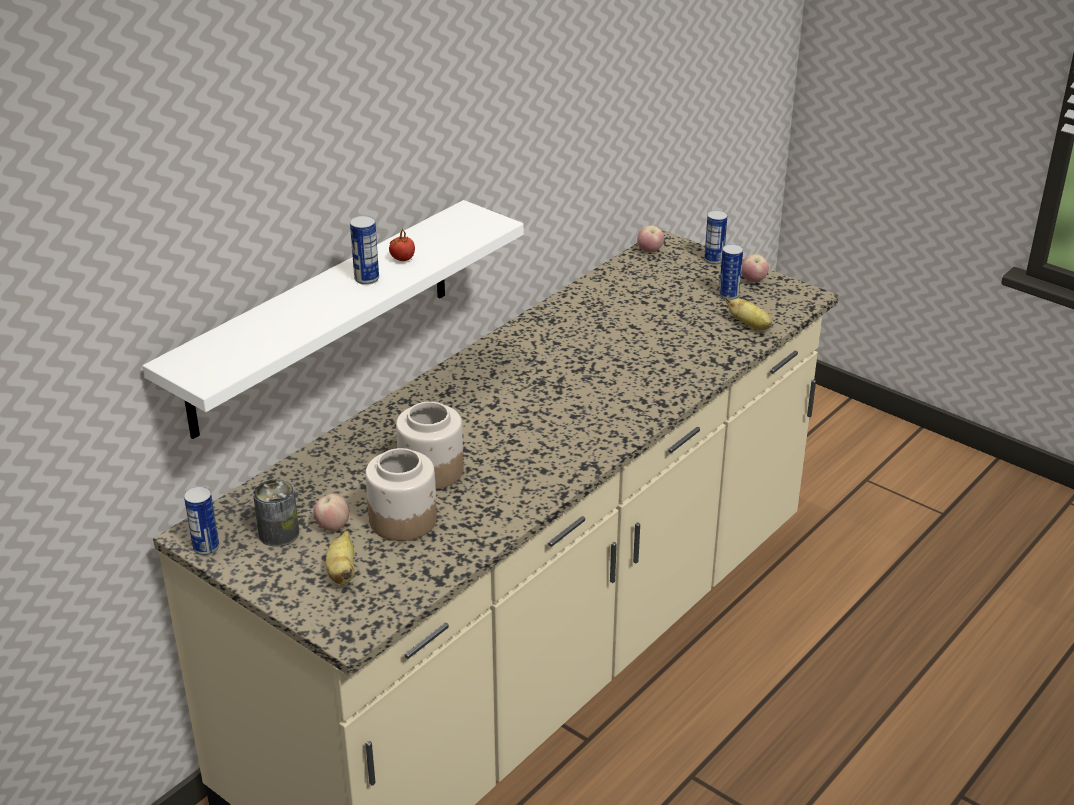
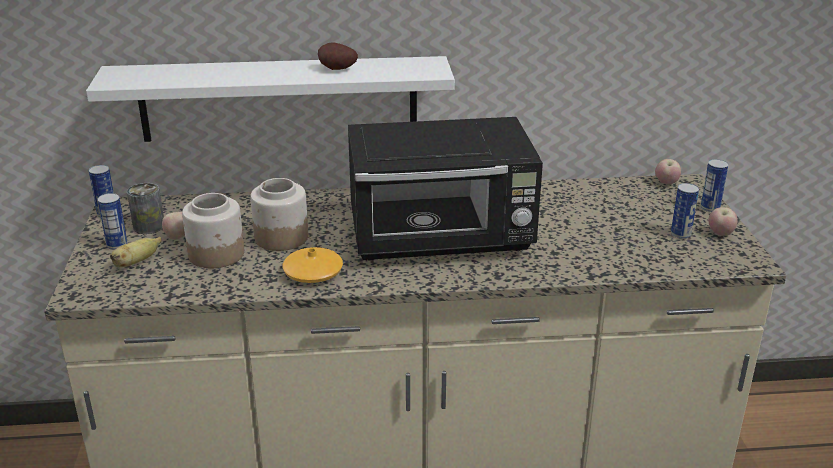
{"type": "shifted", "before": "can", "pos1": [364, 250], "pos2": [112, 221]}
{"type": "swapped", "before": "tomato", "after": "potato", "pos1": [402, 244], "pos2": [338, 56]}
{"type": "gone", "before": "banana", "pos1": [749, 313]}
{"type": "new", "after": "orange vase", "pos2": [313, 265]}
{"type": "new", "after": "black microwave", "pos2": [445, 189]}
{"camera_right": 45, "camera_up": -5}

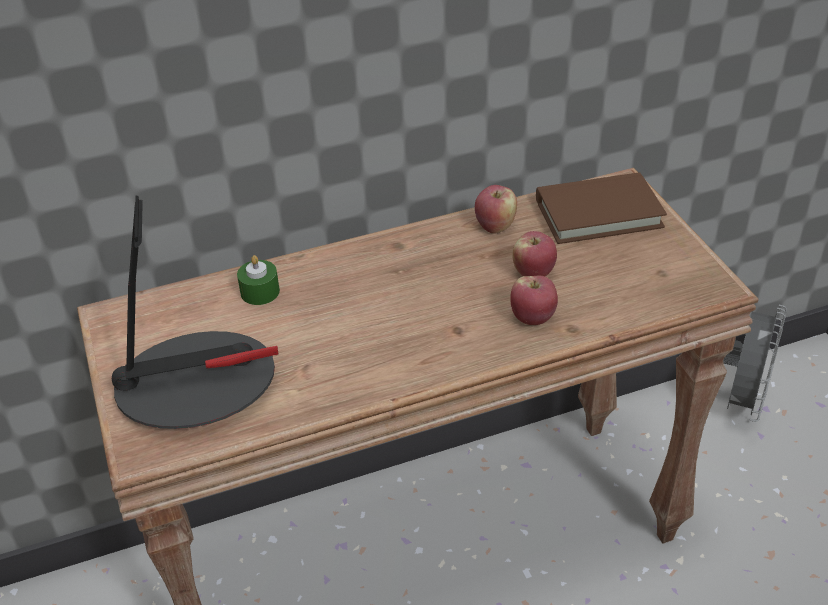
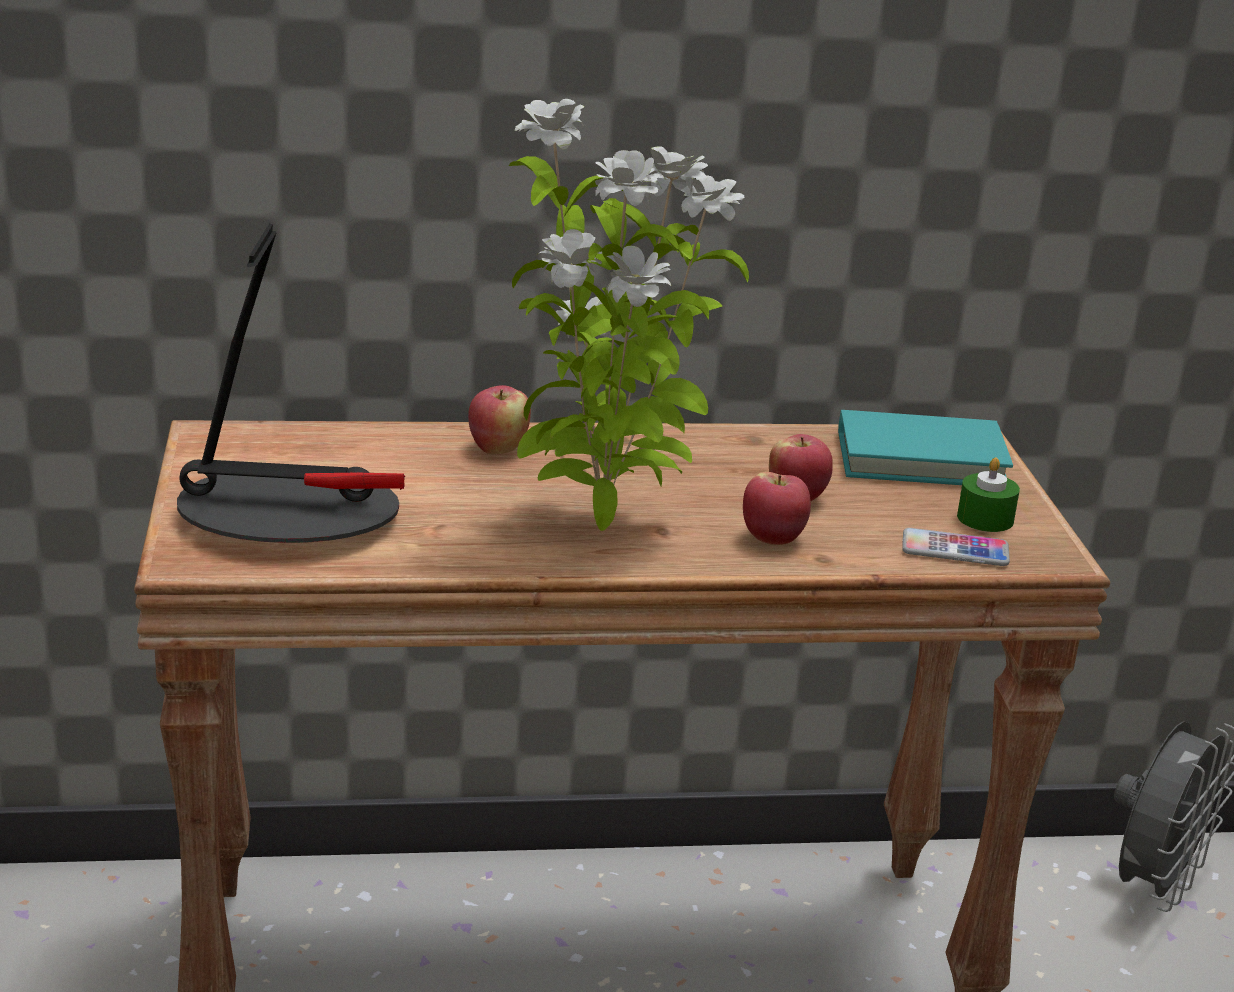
{"type": "shifted", "before": "green candle", "pos1": [258, 280], "pos2": [988, 494]}
{"type": "shifted", "before": "apple", "pos1": [496, 209], "pos2": [499, 420]}
{"type": "repainted", "before": "brown book", "after": "turquoise book", "pos1": [601, 208], "pos2": [925, 447]}
{"type": "new", "after": "potted plant", "pos2": [629, 315]}
{"type": "new", "after": "phone", "pos2": [956, 547]}
{"camera_right": 10, "camera_up": -15}

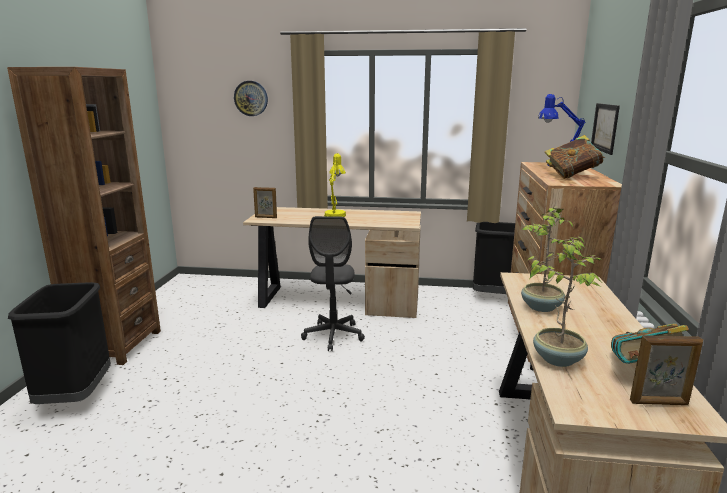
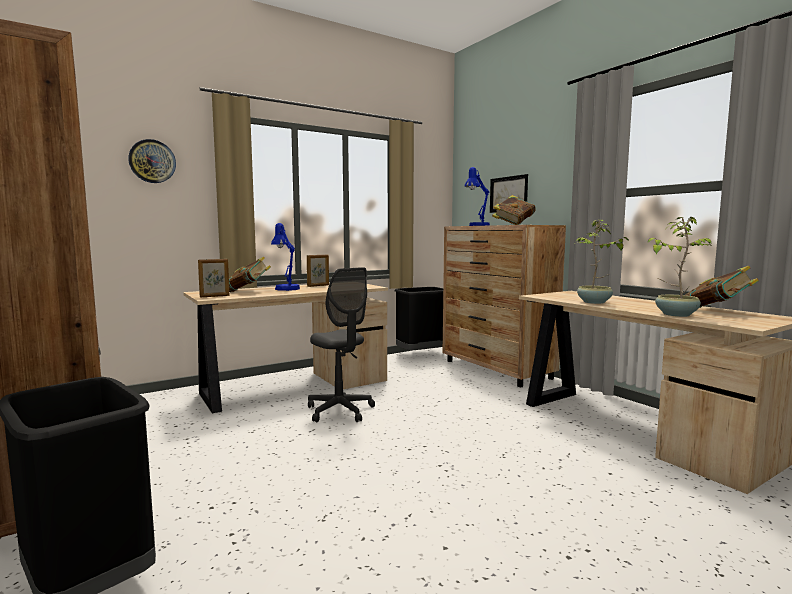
{"type": "repainted", "before": "yellow table lamp", "after": "blue table lamp", "pos1": [335, 185], "pos2": [285, 257]}
{"type": "shifted", "before": "picture frame", "pos1": [666, 370], "pos2": [318, 271]}
{"type": "new", "after": "book", "pos2": [250, 274]}
{"camera_right": -40, "camera_up": -10}

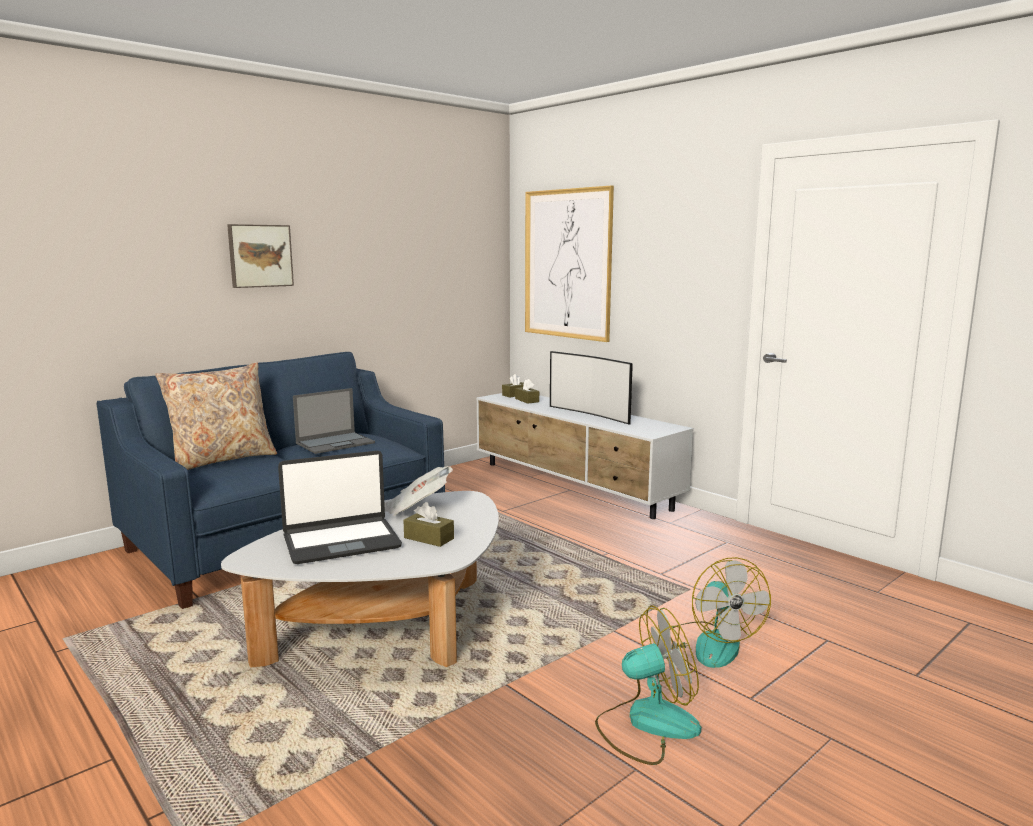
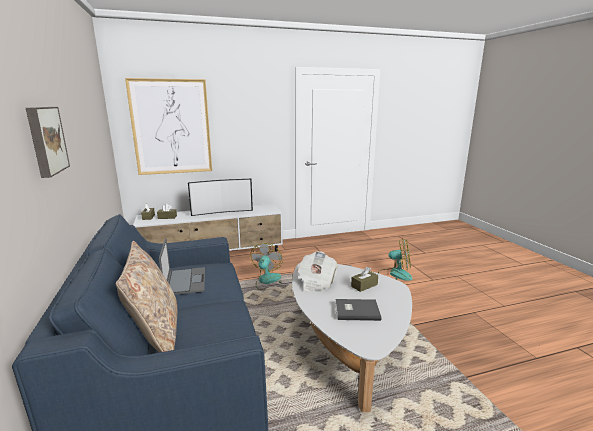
{"type": "swapped", "before": "laptop", "after": "grey book", "pos1": [340, 507], "pos2": [358, 310]}
{"type": "shifted", "before": "fan", "pos1": [648, 685], "pos2": [268, 266]}
{"camera_right": -65, "camera_up": 5}

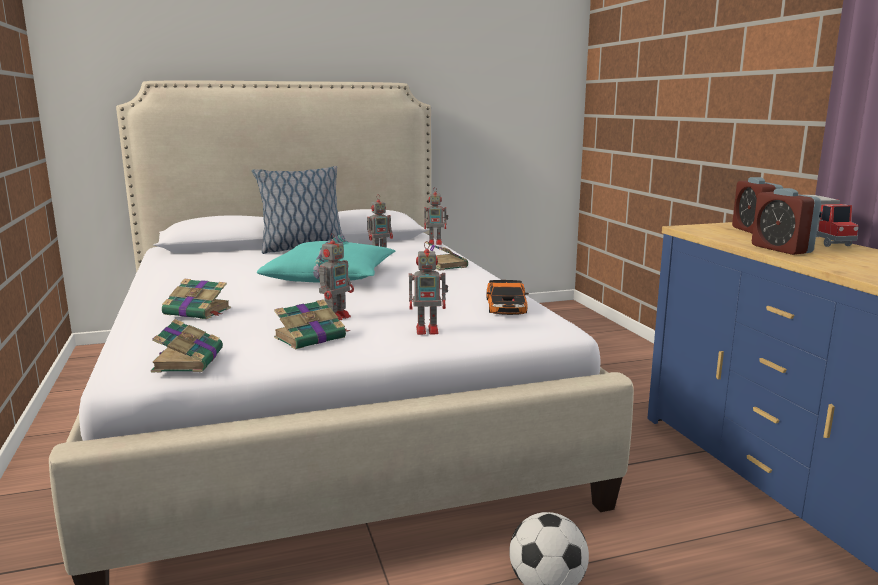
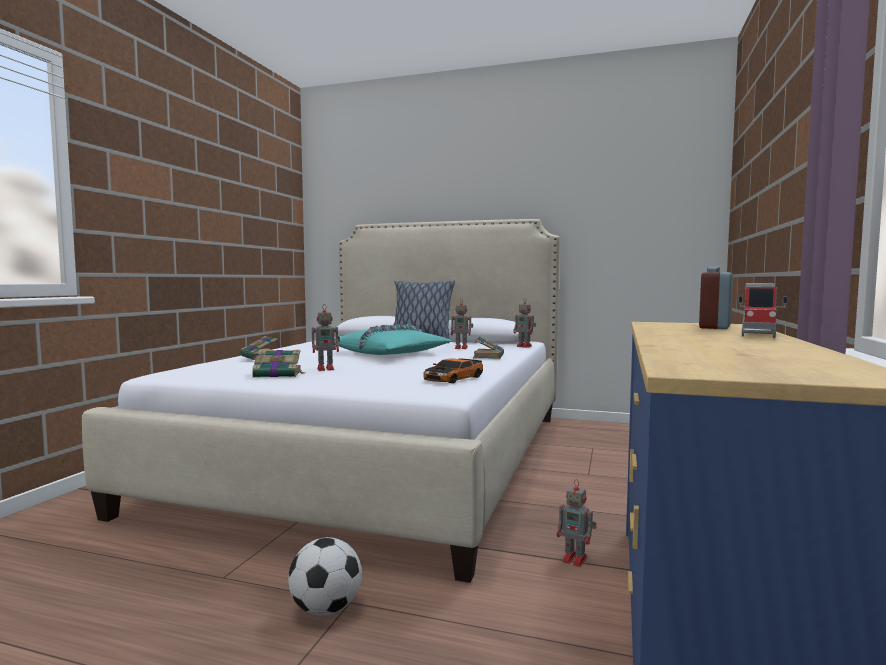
{"type": "gone", "before": "book", "pos1": [187, 345]}
{"type": "shifted", "before": "toy robot", "pos1": [428, 288], "pos2": [577, 523]}
{"type": "gone", "before": "alarm clock", "pos1": [786, 221]}
{"camera_right": 35, "camera_up": -10}

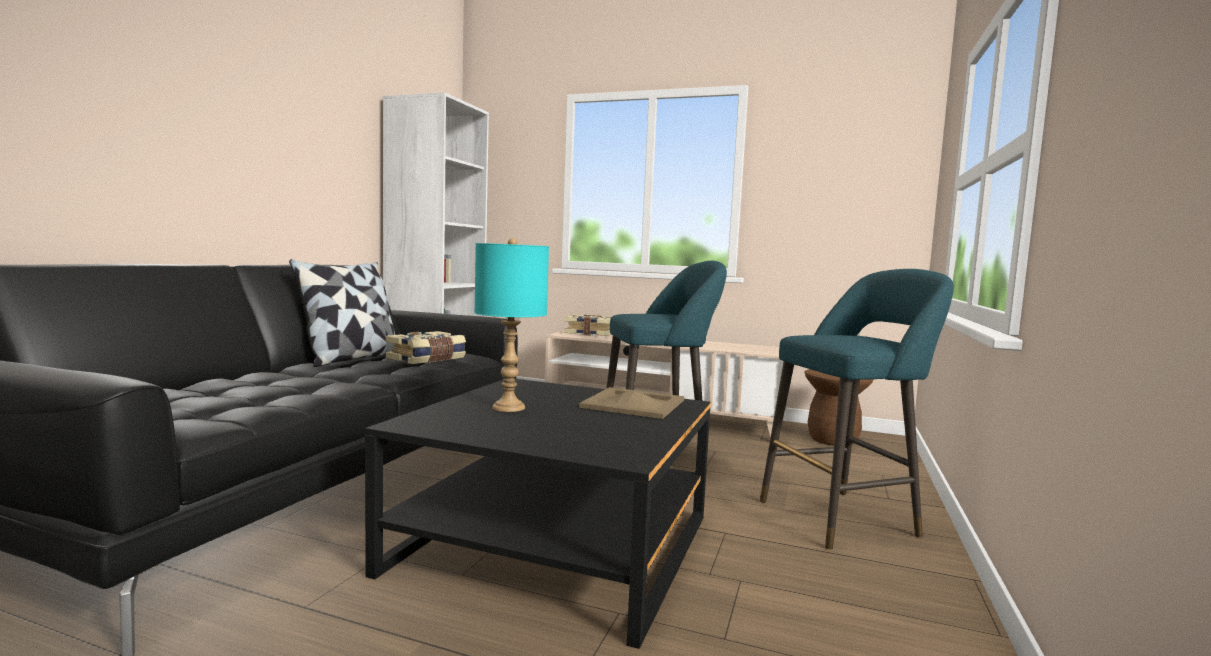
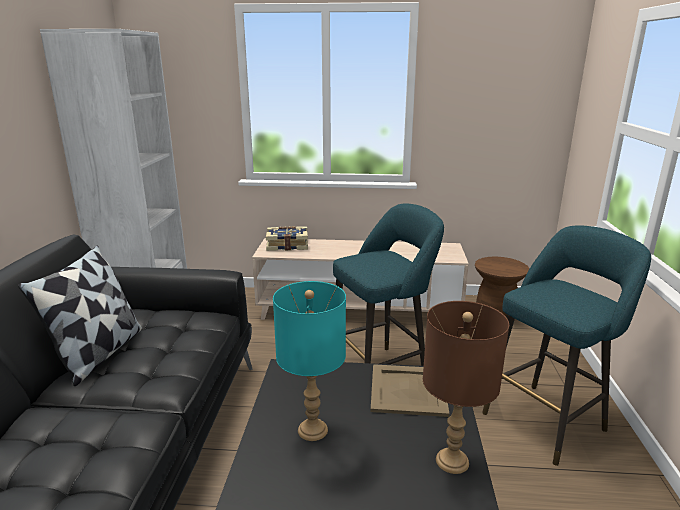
{"type": "gone", "before": "book", "pos1": [426, 347]}
{"type": "new", "after": "brown table lamp", "pos2": [466, 387]}
{"camera_right": -15, "camera_up": 15}

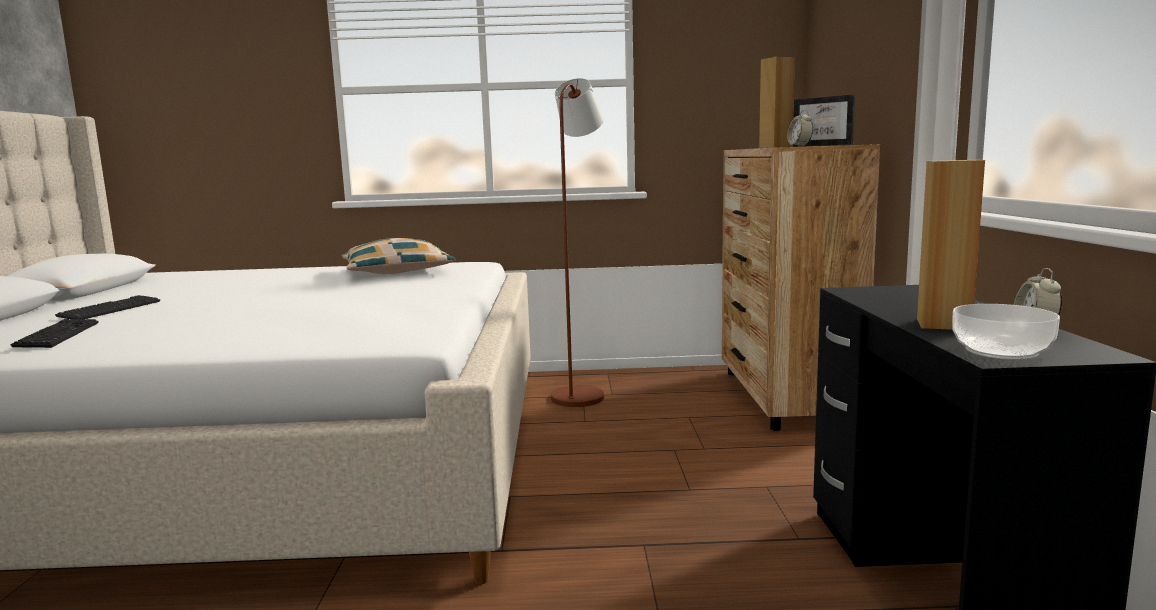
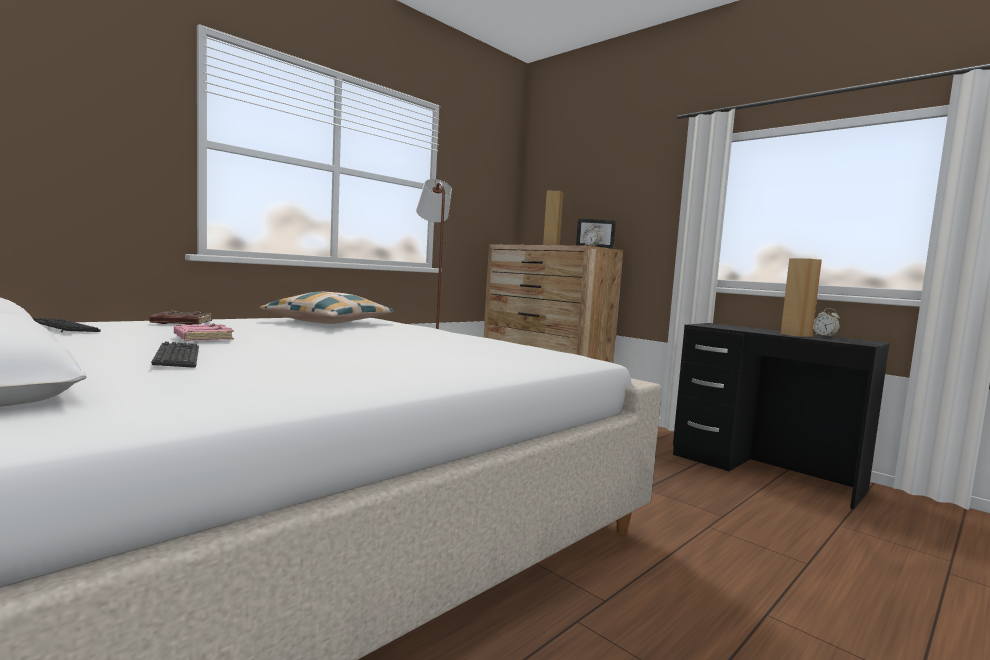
{"type": "shifted", "before": "keyboard", "pos1": [54, 333], "pos2": [67, 325]}
{"type": "gone", "before": "bowl", "pos1": [1006, 332]}
{"type": "new", "after": "brown book", "pos2": [181, 318]}
{"type": "new", "after": "pink book", "pos2": [204, 332]}
{"camera_right": -45, "camera_up": -5}

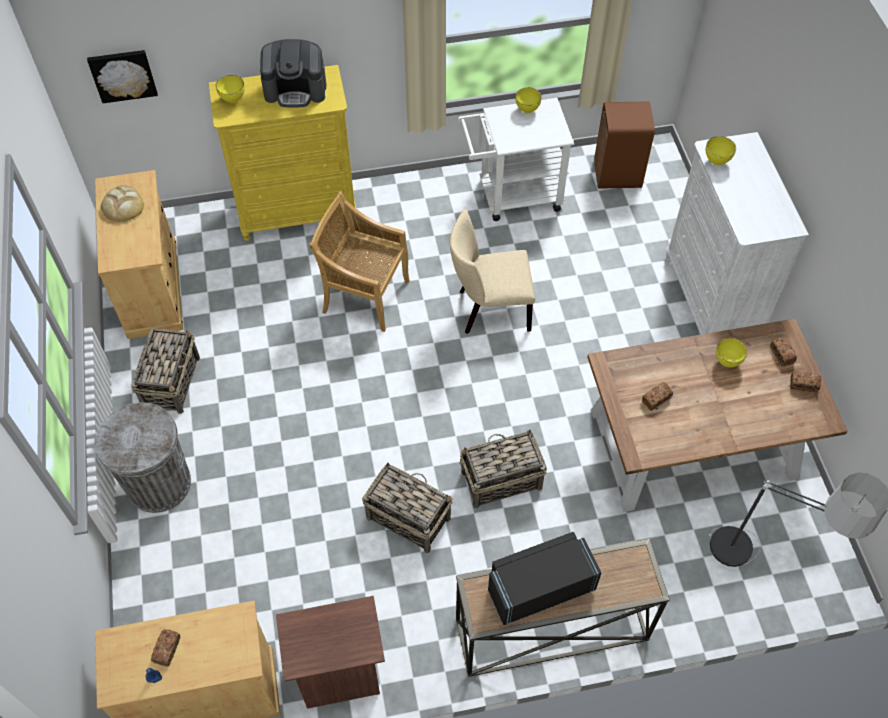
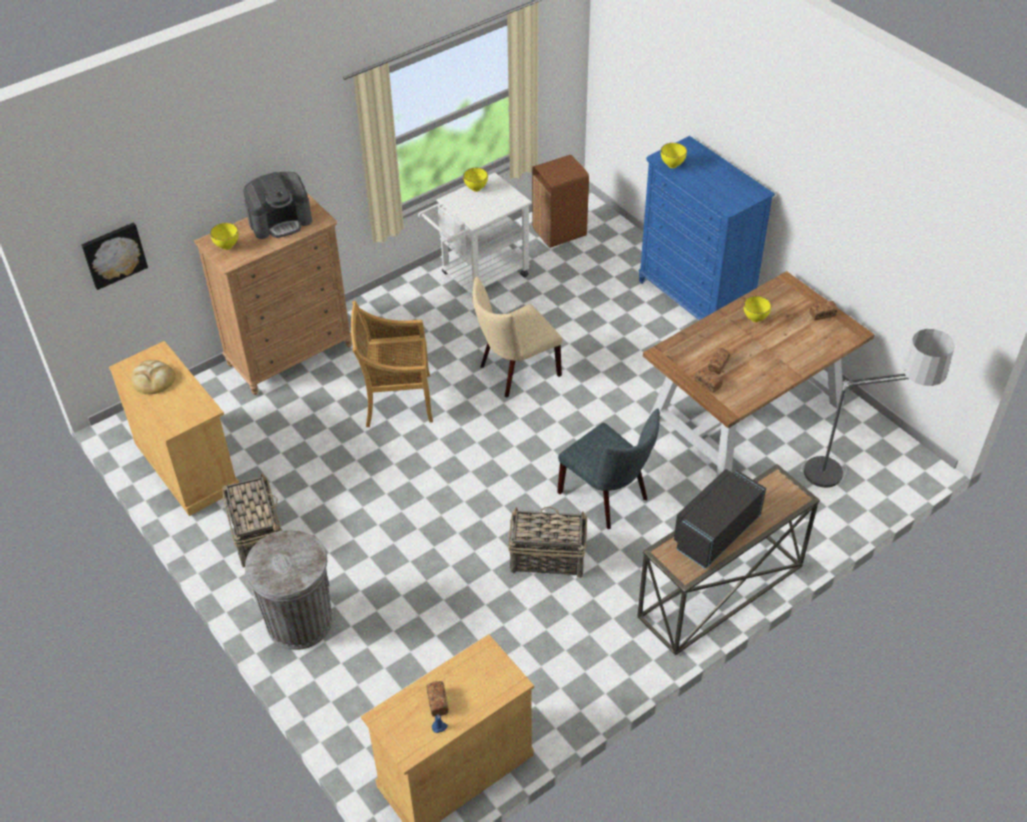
{"type": "repainted", "before": "yellow dresser", "after": "brown dresser", "pos1": [282, 153], "pos2": [273, 294]}
{"type": "gone", "before": "brown nightstand", "pos1": [330, 652]}
{"type": "swapped", "before": "basket", "after": "grey chair", "pos1": [503, 469], "pos2": [608, 468]}
{"type": "repainted", "before": "white dresser", "after": "blue dresser", "pos1": [737, 233], "pos2": [707, 228]}
{"type": "shifted", "before": "bread", "pos1": [783, 351], "pos2": [709, 380]}
{"camera_right": -25, "camera_up": -10}

